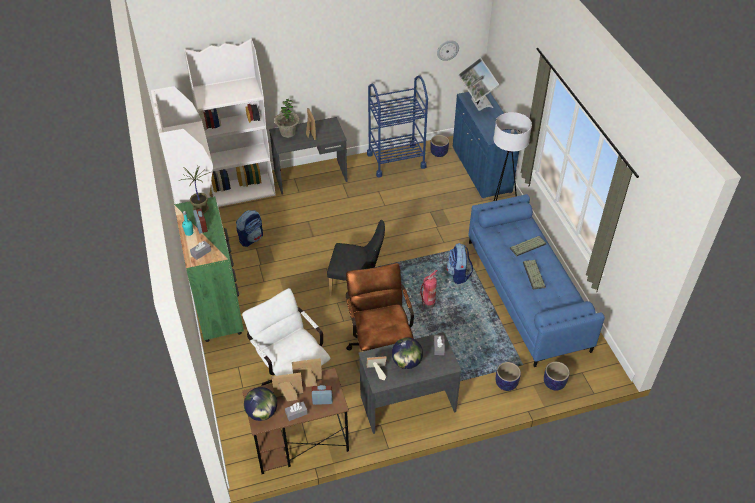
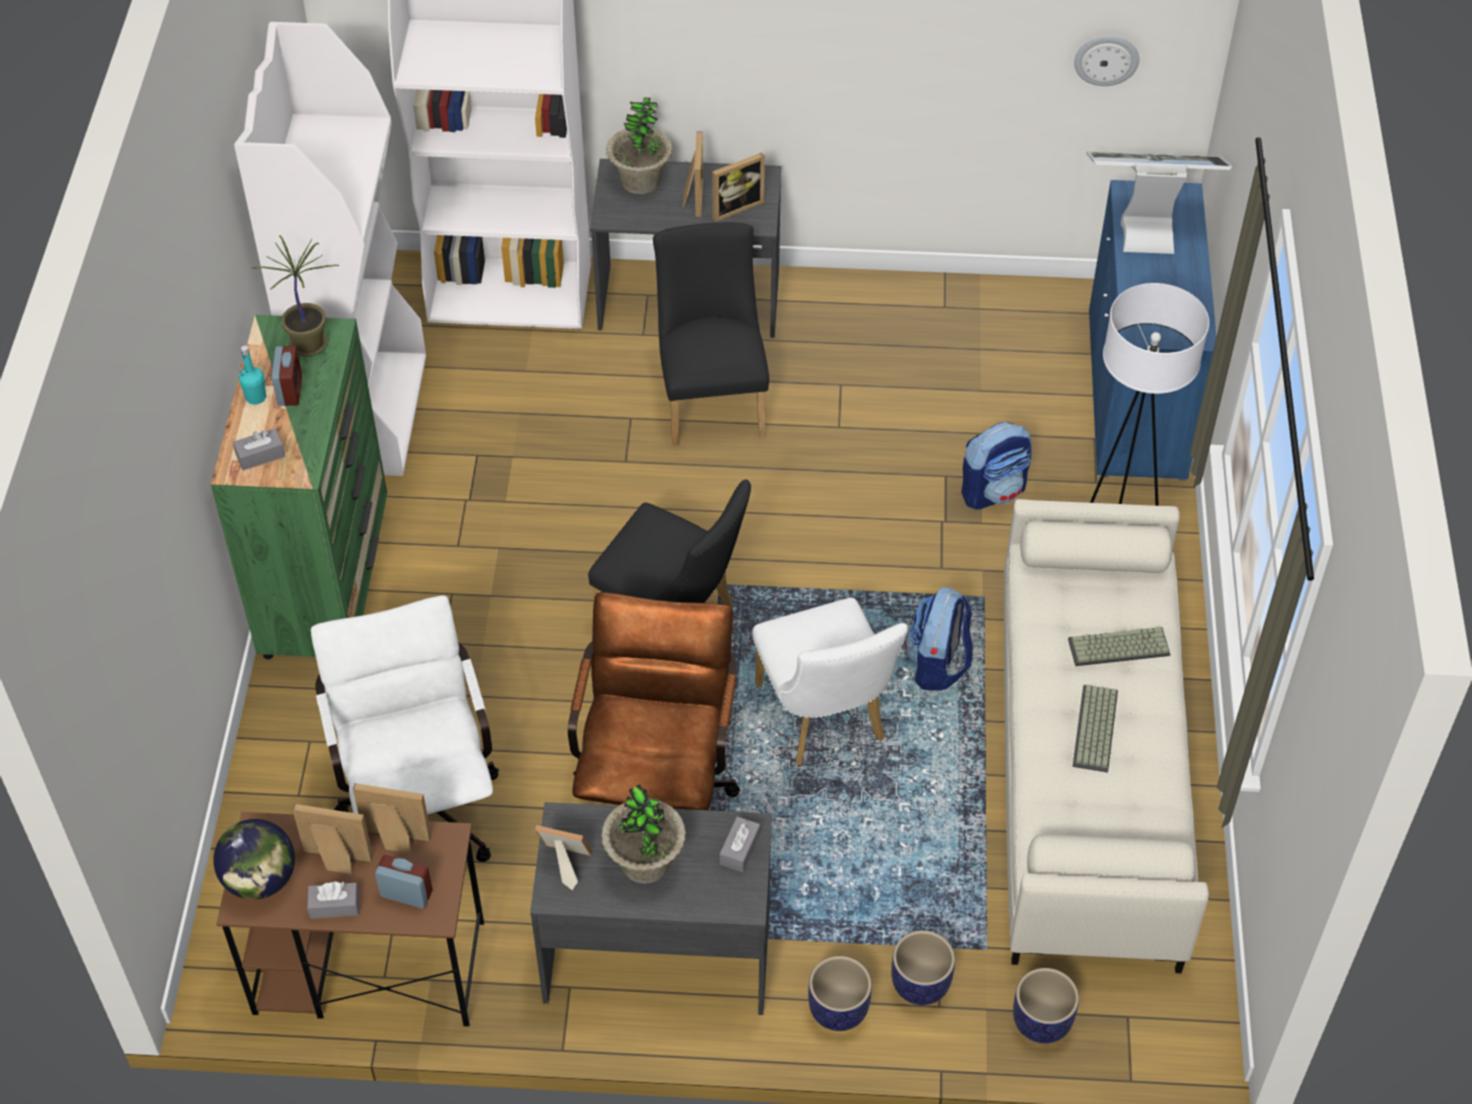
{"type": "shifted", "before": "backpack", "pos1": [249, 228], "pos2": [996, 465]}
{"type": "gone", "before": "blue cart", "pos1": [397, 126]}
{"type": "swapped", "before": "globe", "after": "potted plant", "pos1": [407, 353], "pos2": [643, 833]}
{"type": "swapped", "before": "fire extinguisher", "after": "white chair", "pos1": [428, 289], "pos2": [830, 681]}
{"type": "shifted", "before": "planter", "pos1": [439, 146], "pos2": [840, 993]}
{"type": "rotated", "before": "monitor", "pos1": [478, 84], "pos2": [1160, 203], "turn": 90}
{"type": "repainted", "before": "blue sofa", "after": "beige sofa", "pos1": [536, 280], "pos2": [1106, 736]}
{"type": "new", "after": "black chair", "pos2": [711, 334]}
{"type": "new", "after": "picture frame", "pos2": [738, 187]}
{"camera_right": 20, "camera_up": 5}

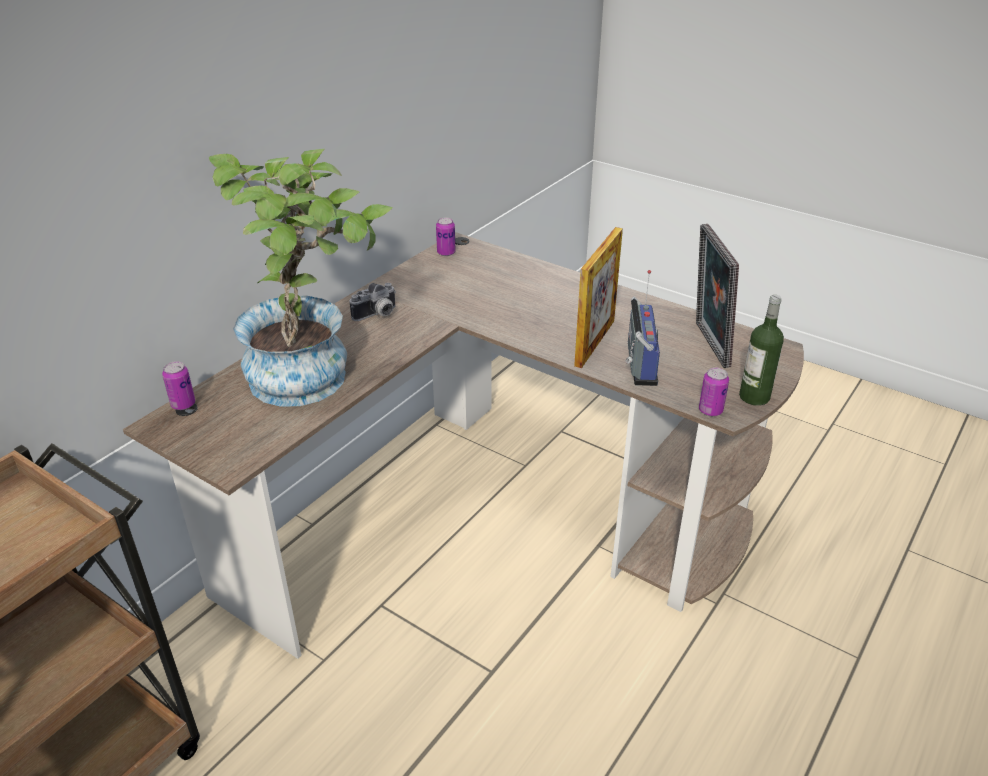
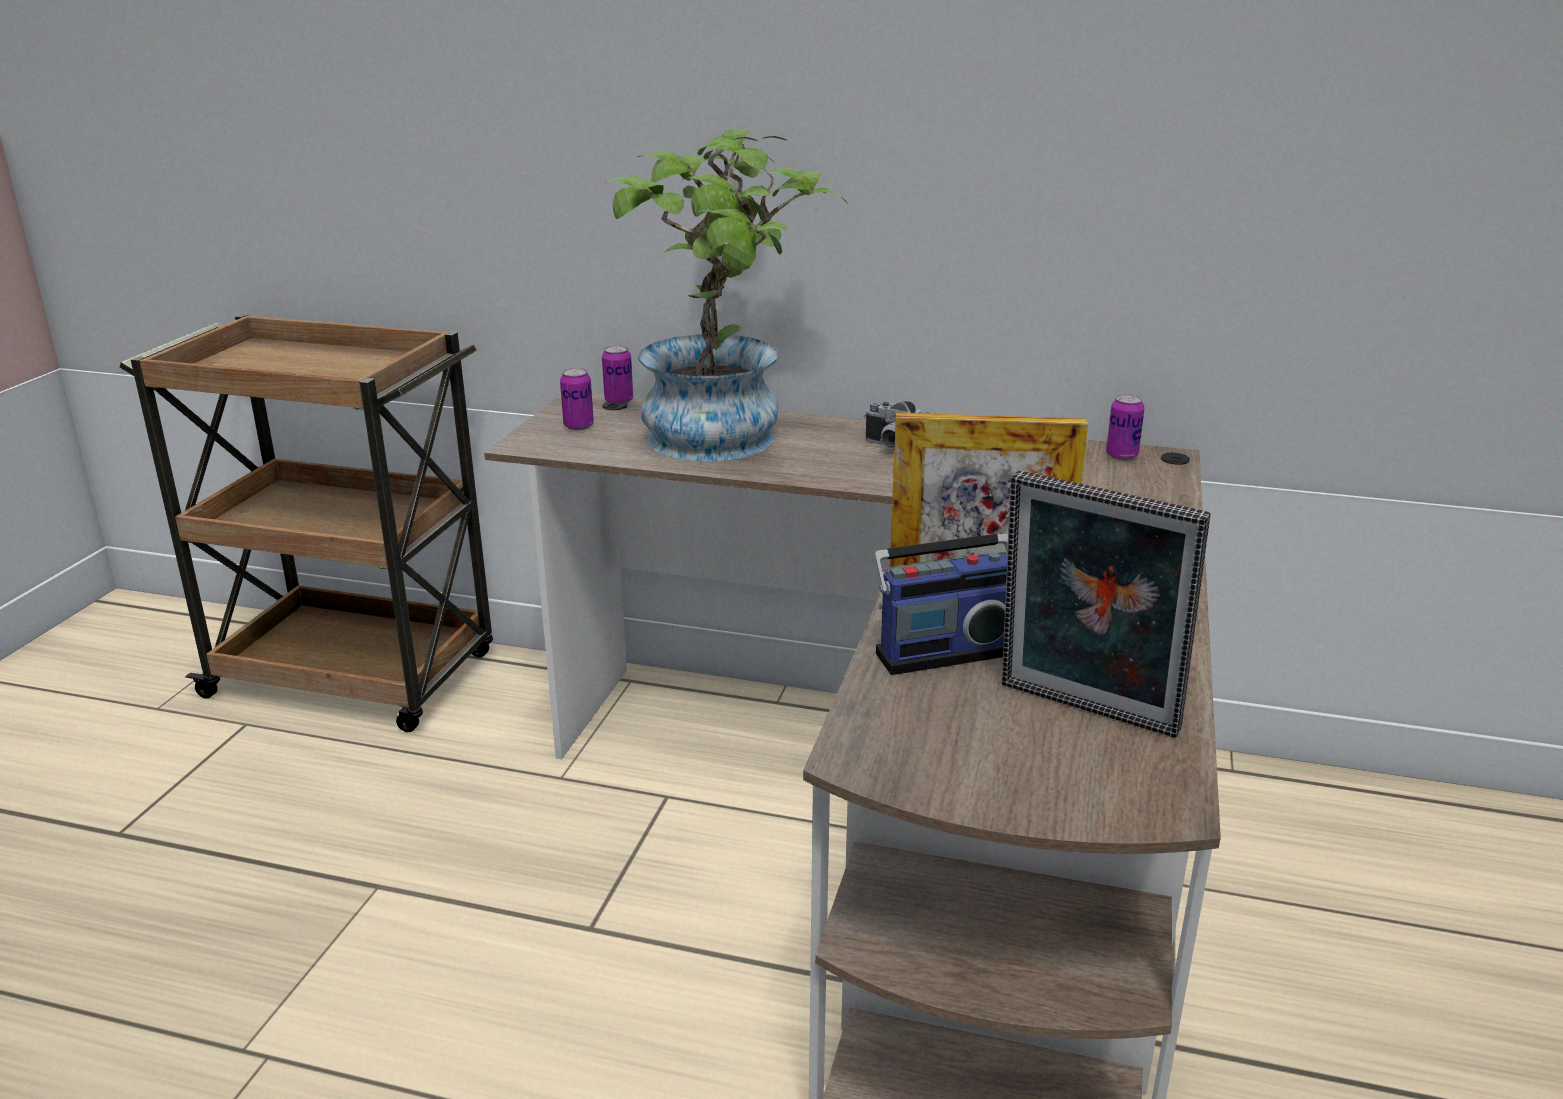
{"type": "rotated", "before": "picture frame", "pos1": [717, 296], "pos2": [1106, 604], "turn": -120}
{"type": "shifted", "before": "can", "pos1": [714, 391], "pos2": [577, 399]}
{"type": "gone", "before": "bottle", "pos1": [761, 350]}
{"camera_right": 70, "camera_up": -10}

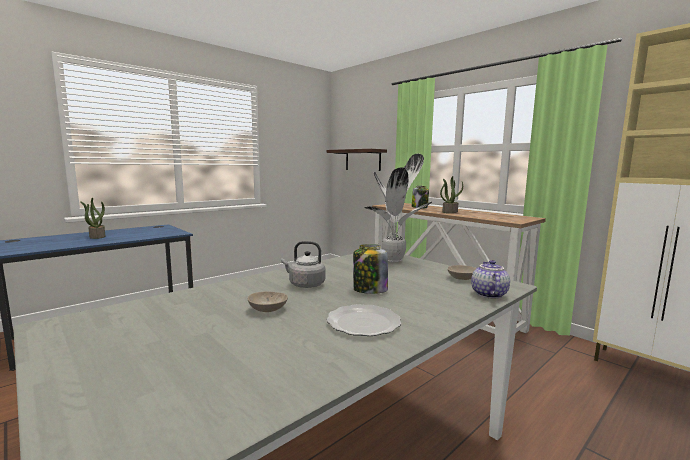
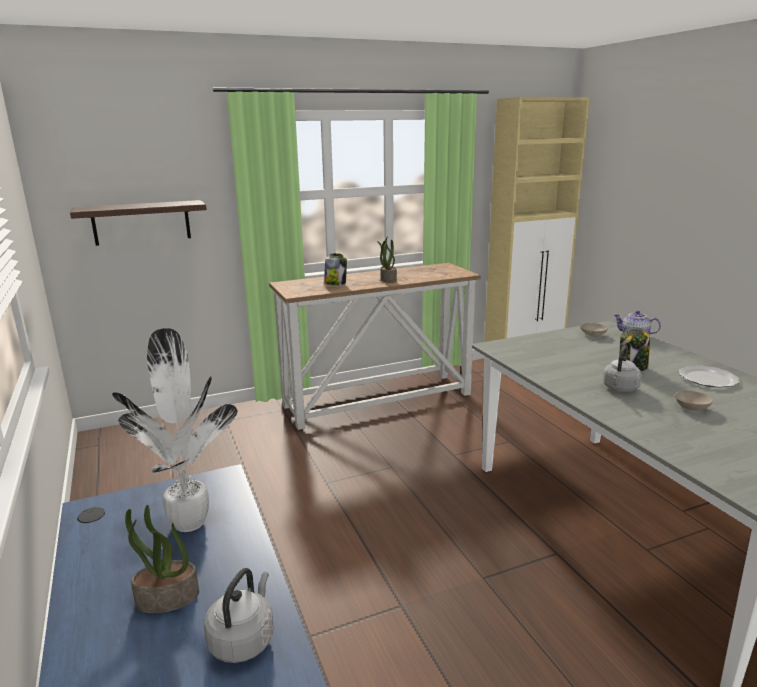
{"type": "shifted", "before": "potted plant", "pos1": [398, 207], "pos2": [175, 430]}
{"type": "new", "after": "grey kettle", "pos2": [239, 615]}
{"camera_right": -70, "camera_up": 10}

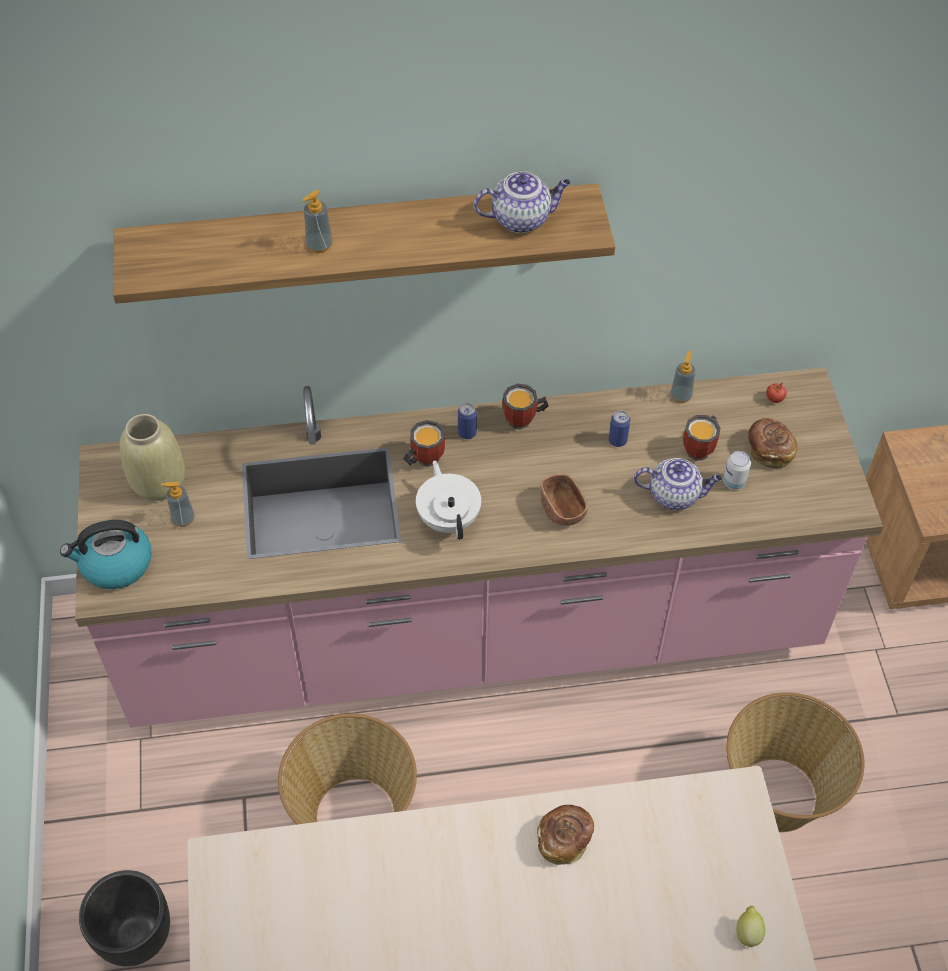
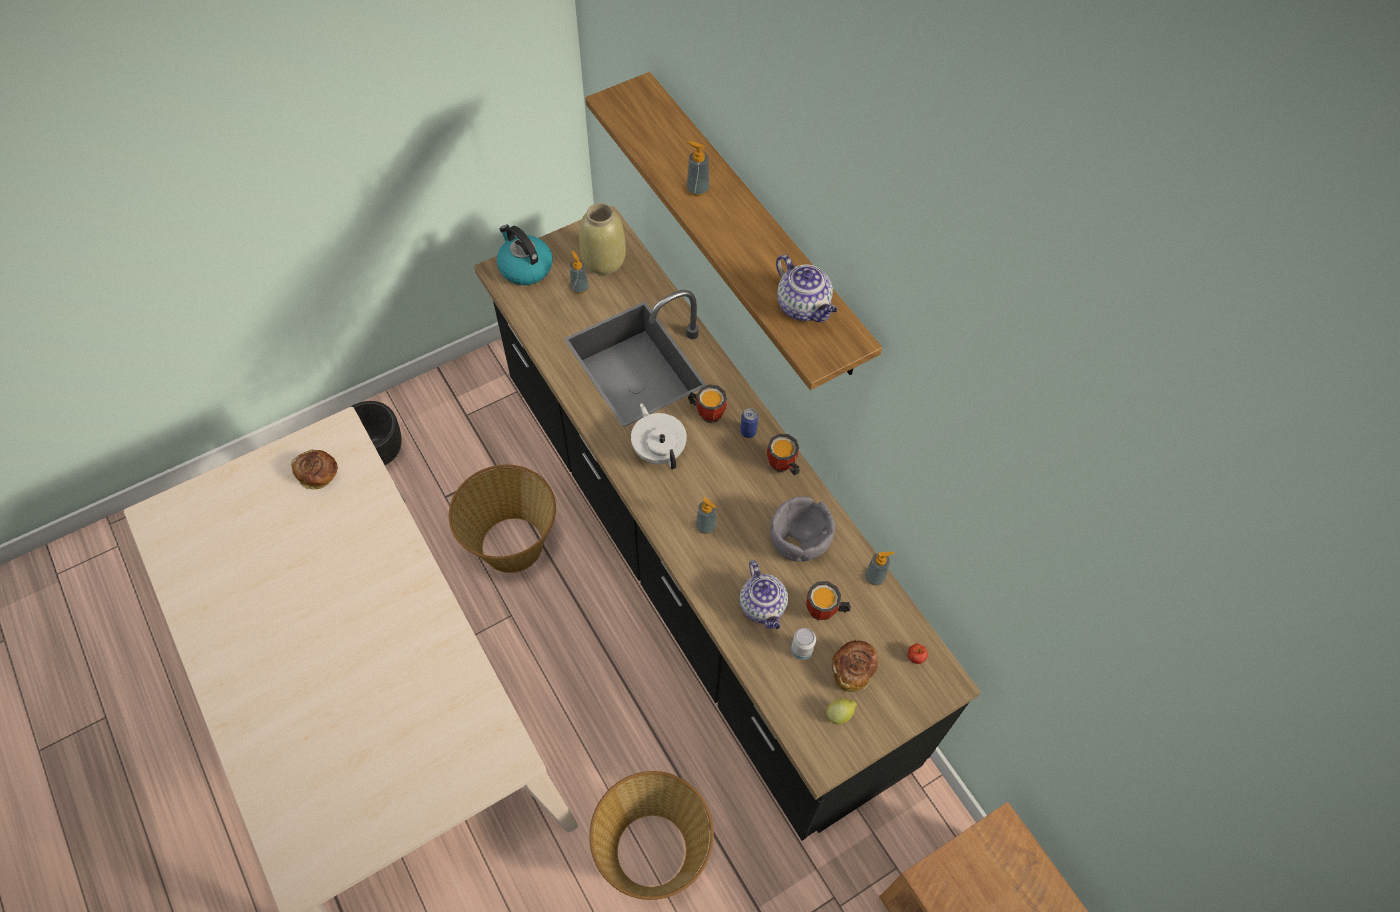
{"type": "repainted", "before": "pink counter", "after": "black counter", "pos1": [479, 547], "pos2": [727, 523]}
{"type": "rotated", "before": "white teapot", "pos1": [448, 500], "pos2": [659, 436], "turn": -75}
{"type": "shifted", "before": "bread", "pos1": [565, 835], "pos2": [314, 470]}
{"type": "swapped", "before": "brown bowl", "after": "soap dispenser", "pos1": [564, 500], "pos2": [706, 516]}
{"type": "swapped", "before": "can", "after": "grey bowl", "pos1": [619, 428], "pos2": [802, 529]}
{"type": "shifted", "before": "lemon", "pos1": [750, 927], "pos2": [841, 711]}
{"camera_right": 65, "camera_up": 5}

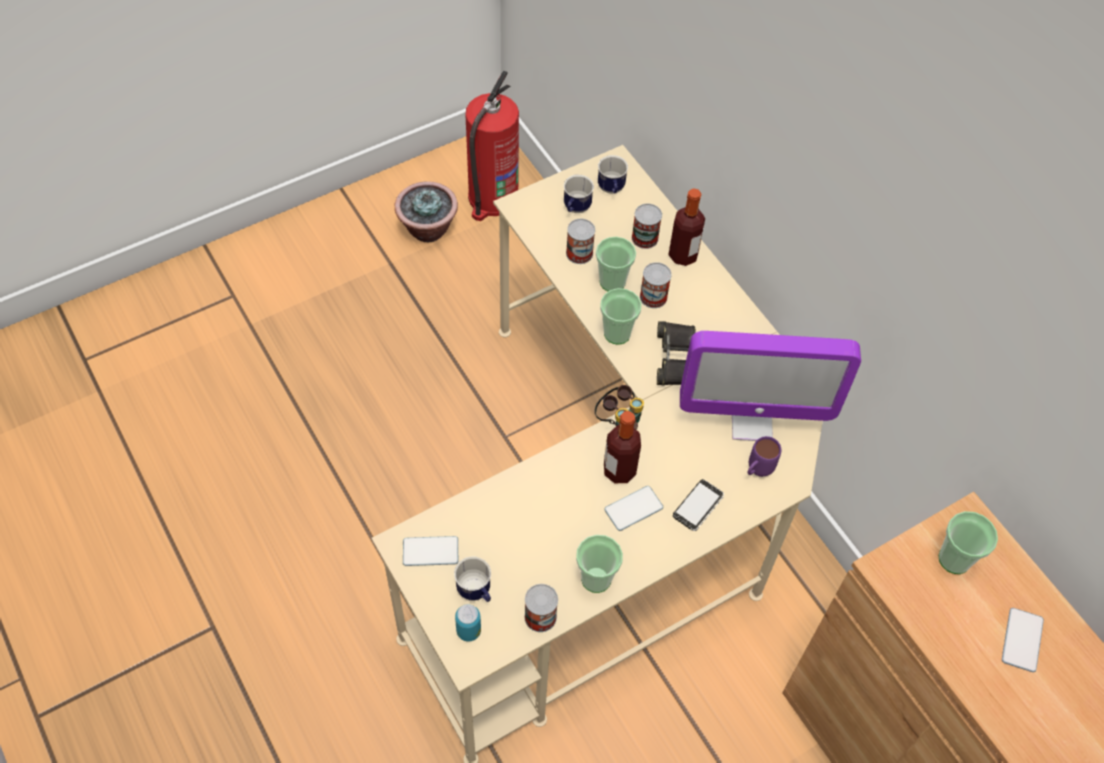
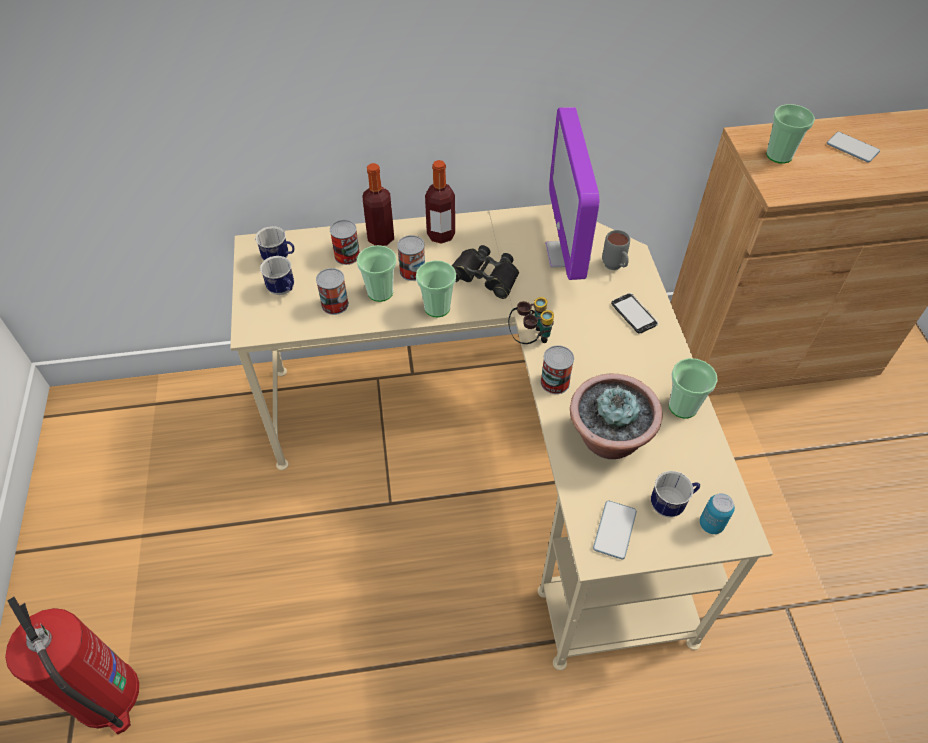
{"type": "shifted", "before": "potted plant", "pos1": [426, 211], "pos2": [616, 416]}
{"type": "shifted", "before": "fire extinguisher", "pos1": [492, 145], "pos2": [72, 665]}
{"type": "shifted", "before": "can", "pos1": [541, 608], "pos2": [557, 369]}
{"type": "shifted", "before": "bottle", "pos1": [622, 447], "pos2": [440, 202]}
{"type": "gone", "before": "phone", "pos1": [633, 508]}
{"type": "rotated", "before": "monitor", "pos1": [770, 386], "pos2": [572, 193], "turn": 150}
{"type": "repainted", "before": "purple mug", "after": "grey mug", "pos1": [764, 456], "pos2": [616, 250]}
{"camera_right": -65, "camera_up": -5}

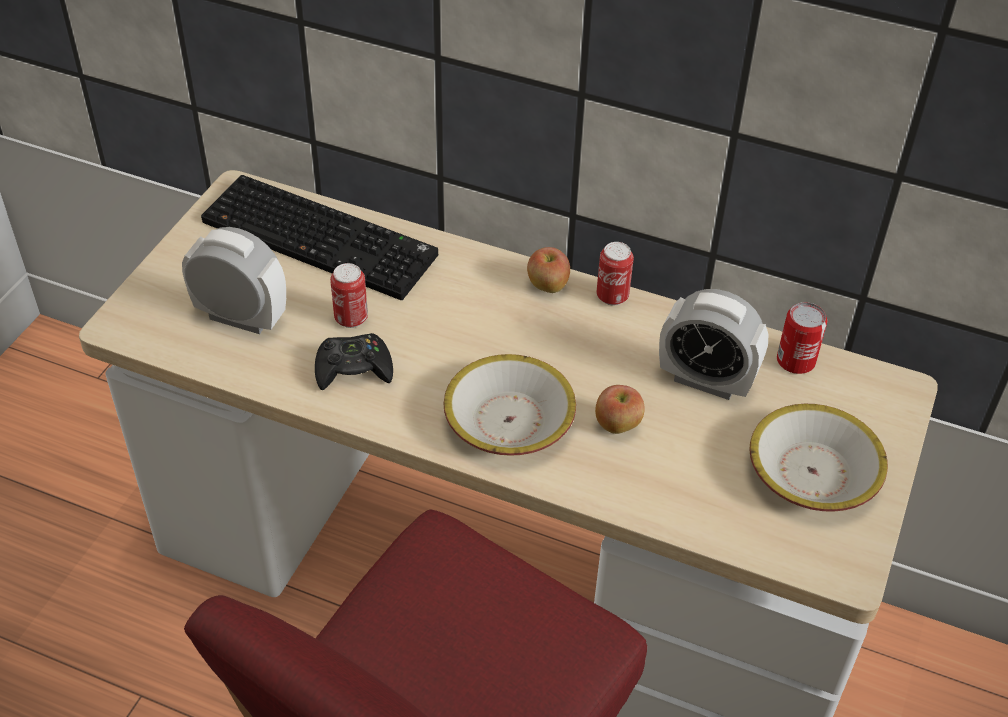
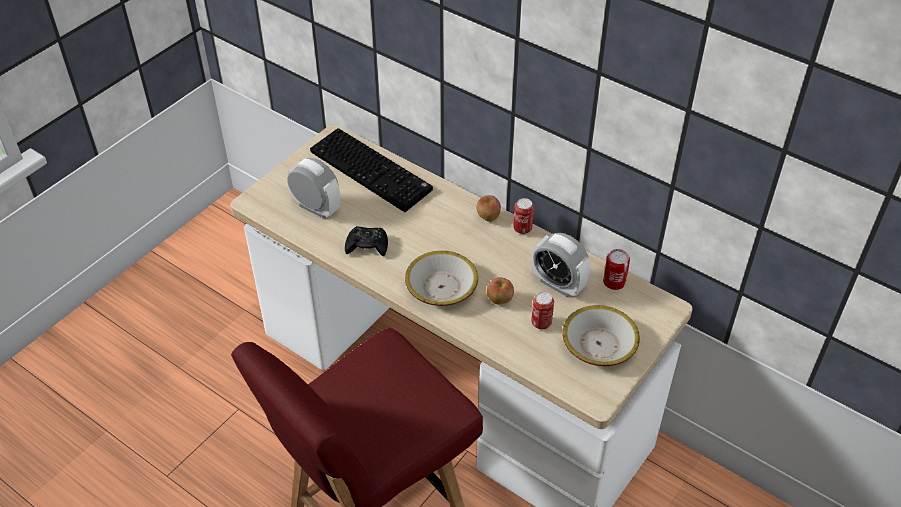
{"type": "shifted", "before": "can", "pos1": [349, 295], "pos2": [542, 310]}
{"camera_right": 15, "camera_up": 0}

